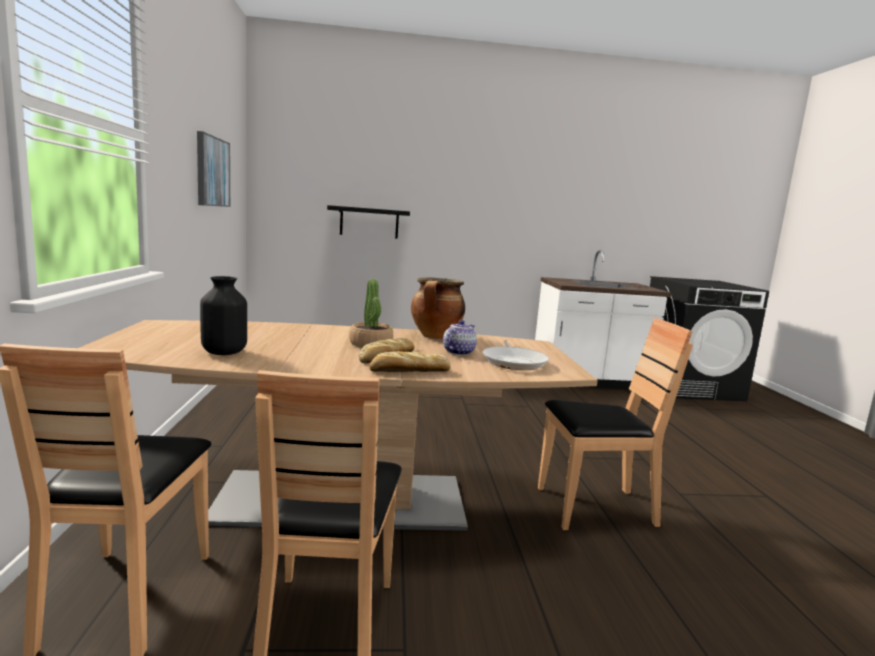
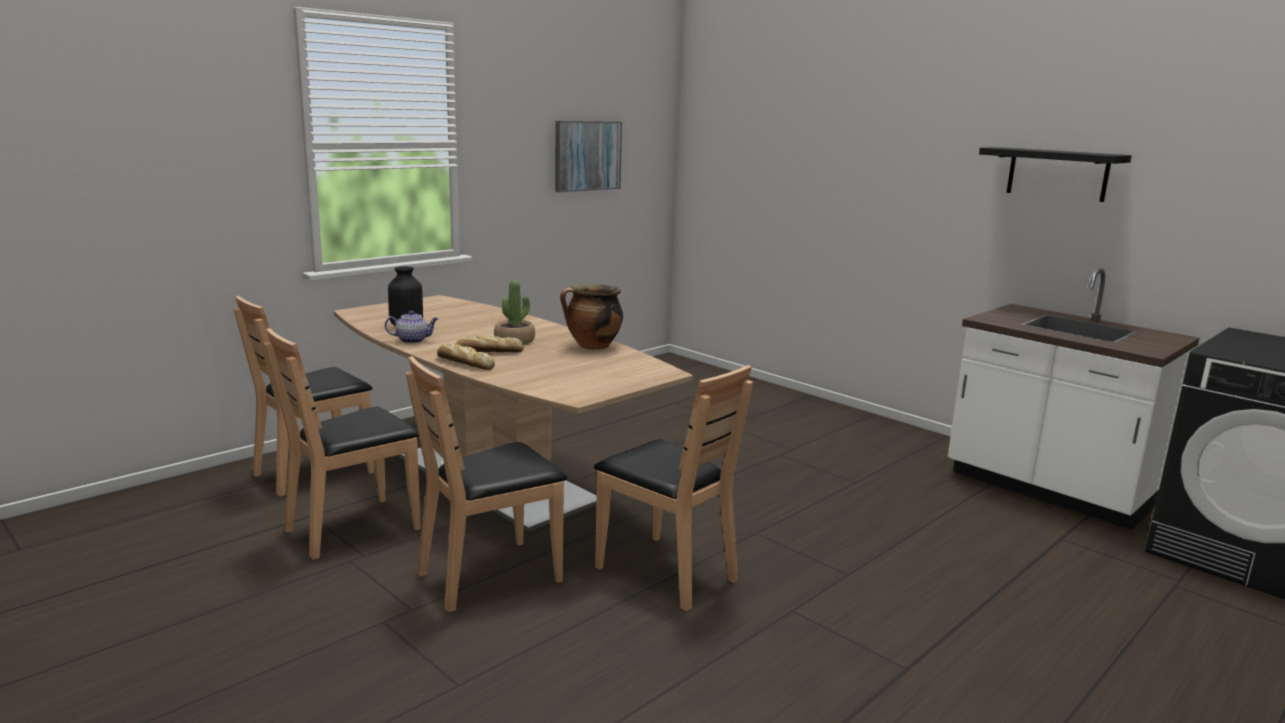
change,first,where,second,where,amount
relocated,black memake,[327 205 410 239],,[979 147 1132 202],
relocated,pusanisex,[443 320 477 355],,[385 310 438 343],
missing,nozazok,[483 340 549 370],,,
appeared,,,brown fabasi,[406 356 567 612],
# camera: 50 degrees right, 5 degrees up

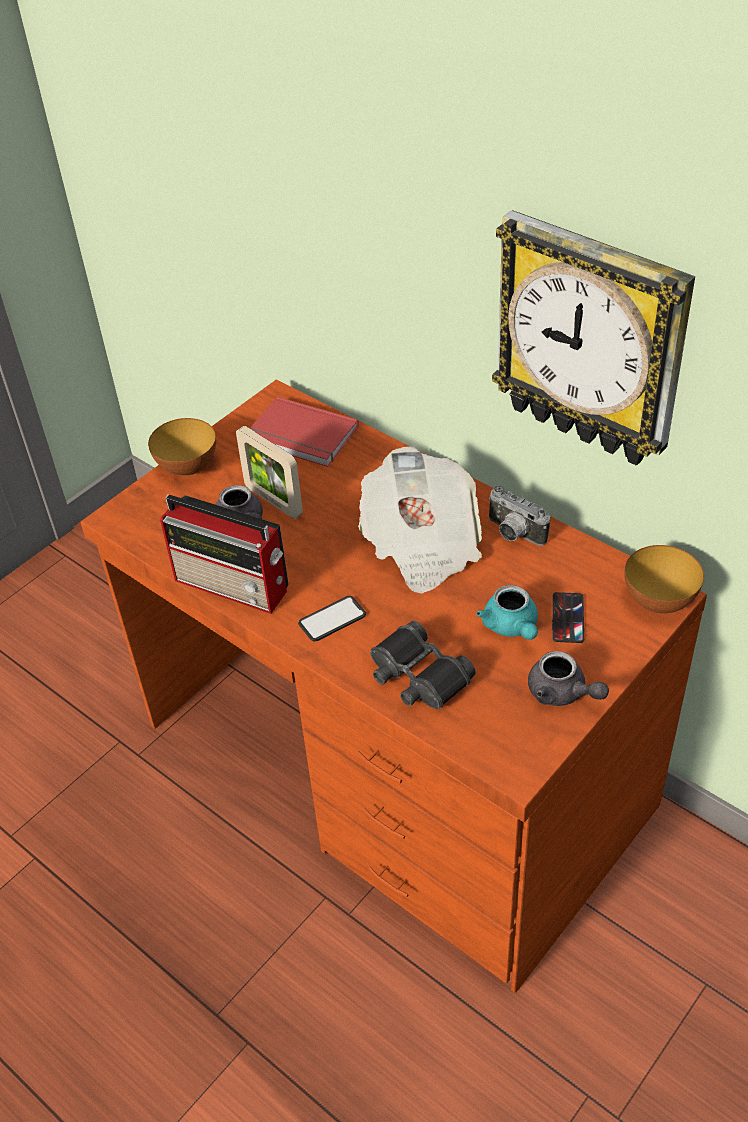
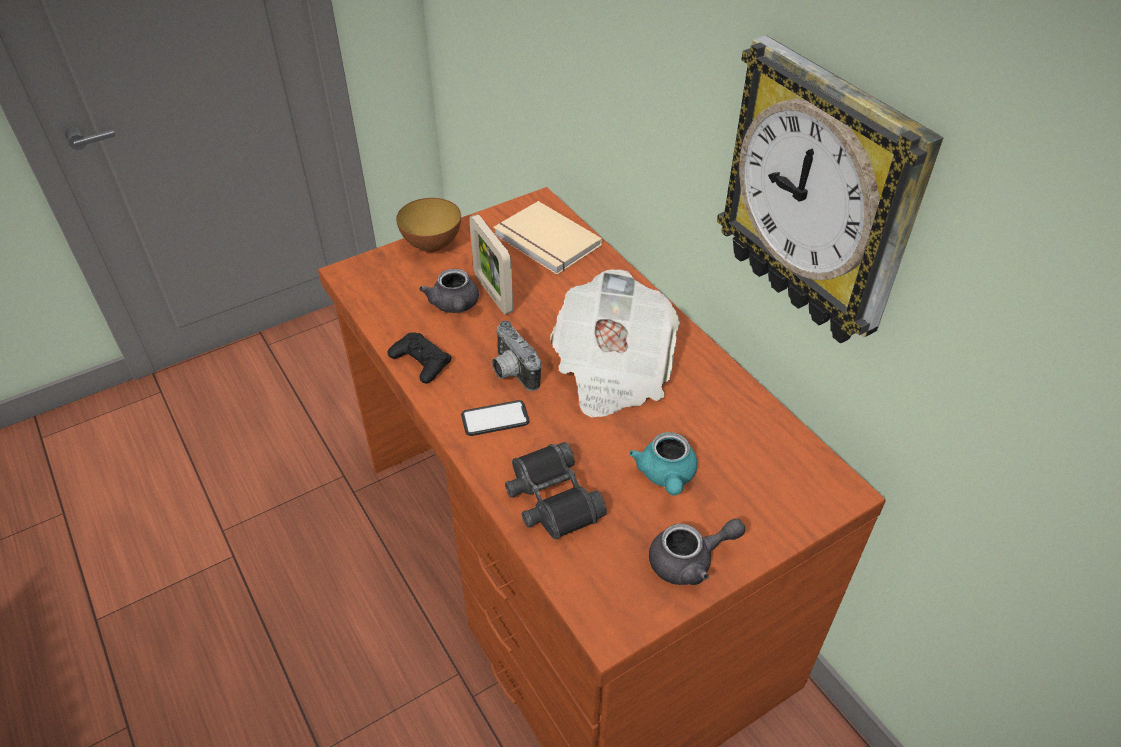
change,first,where,second,where,amount
colour,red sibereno,[250 397 359 467],beige sibereno,[493 201 602 275],
relocated,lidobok,[488 485 550 546],,[492 321 541 391],
exchanged,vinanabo,[160 495 288 614],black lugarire,[388 332 451 383],
missing,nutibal,[624 545 704 613],,,
missing,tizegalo,[552 592 584 643],,,
spun,grey pusanisex,[528 651 609 706],,[649 518 745 585],75 degrees counterclockwise
# camera: 15 degrees right, 0 degrees up

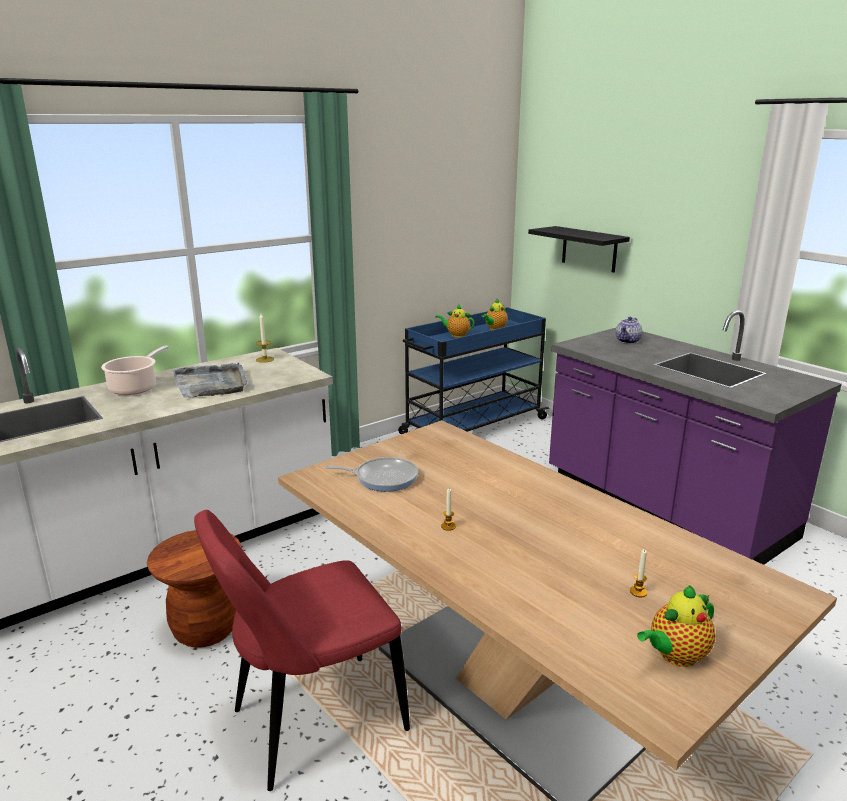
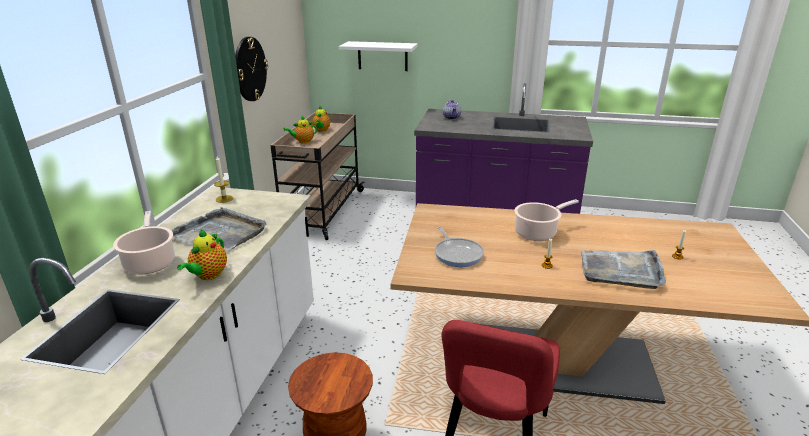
change,first,where,second,where,amount
colour,black memake,[528 226 630 272],white memake,[339 41 418 71],
colour,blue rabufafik,[398 307 549 434],beige rabufafik,[270 112 365 240],
spun,nozazok,[325 457 418 492],,[435 227 484 267],105 degrees clockwise
relocated,pusanisex,[637 585 715 667],,[177 229 227 280],
appeared,,,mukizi,[235 37 268 101],
appeared,,,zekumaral,[515 199 579 241],
appeared,,,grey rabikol,[581 250 666 289],
# camera: 40 degrees left, 5 degrees up

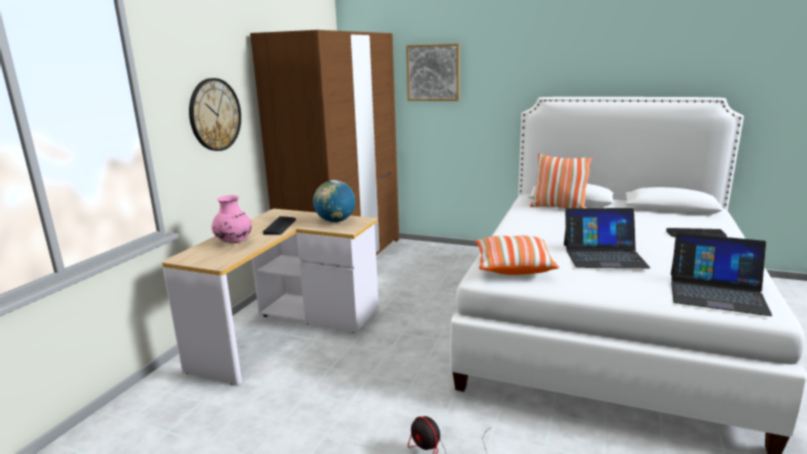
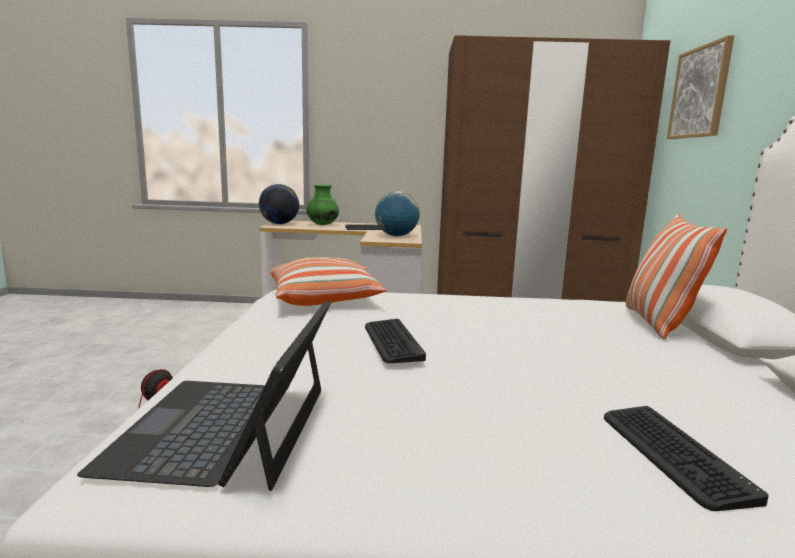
change,first,where,second,where,amount
missing,mukizi,[189 78 241 151],,,
colour,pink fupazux,[212 195 252 243],green fupazux,[306 185 339 225],
exchanged,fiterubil,[564 208 650 268],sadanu,[365 319 426 363],
appeared,,,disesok,[259 184 299 224],
# camera: 70 degrees right, 5 degrees down

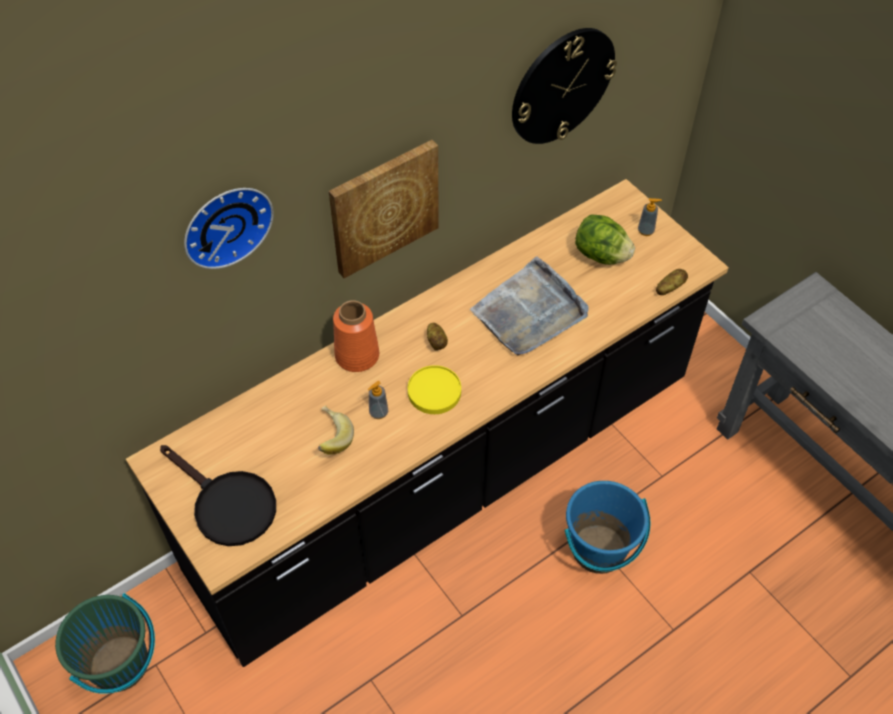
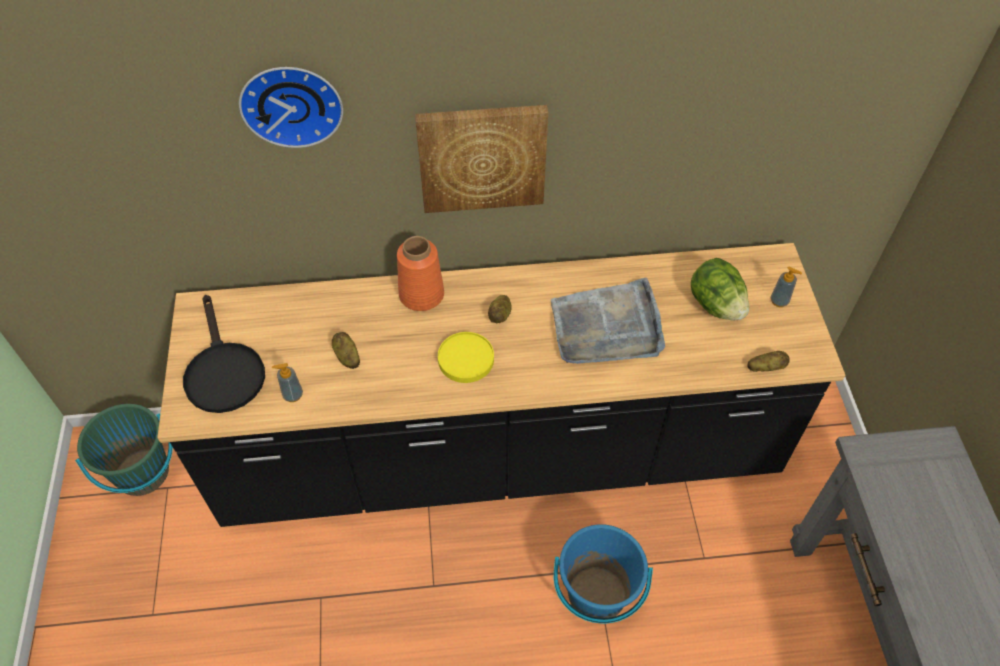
change,first,where,second,where,amount
missing,mukizi,[512 28 617 144],,,
relocated,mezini,[368 381 388 419],,[272 363 303 402],
exchanged,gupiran,[318 405 354 455],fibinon,[332 332 360 369],
# camera: 30 degrees right, 0 degrees up

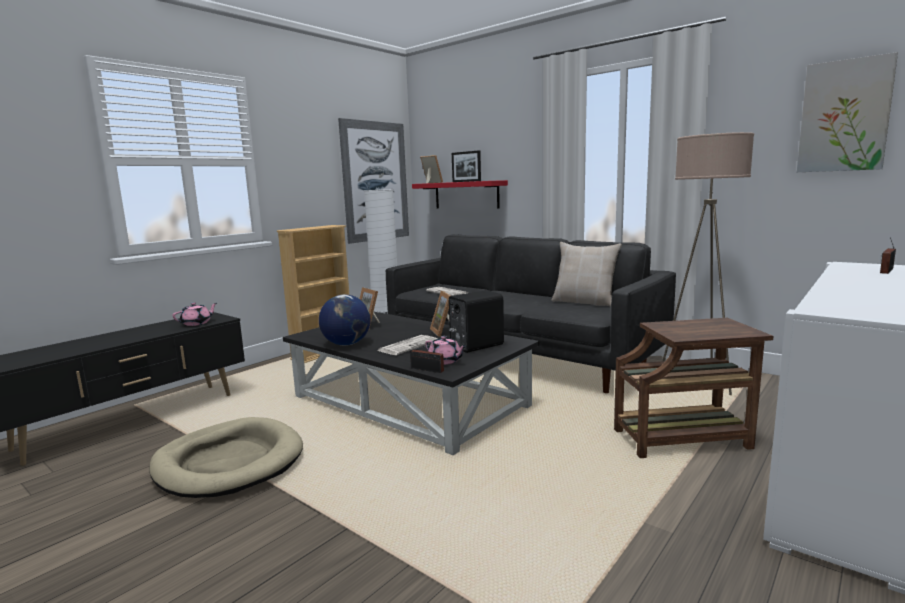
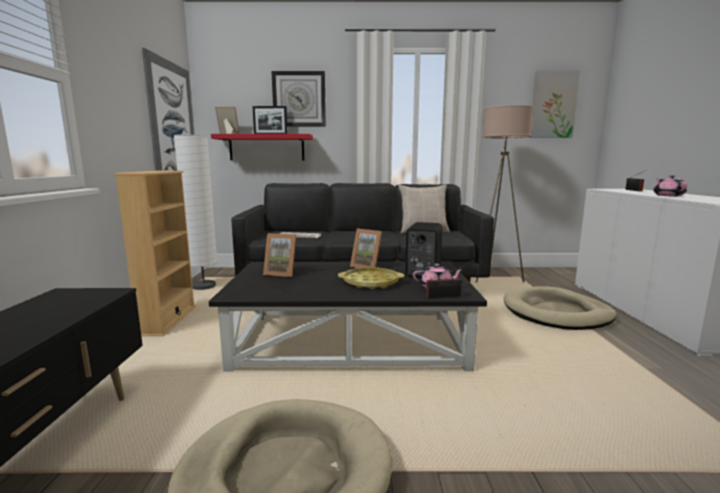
change,first,where,second,where,amount
missing,disesok,[319 294 371 345],,,
relocated,pink pusanisex,[173 302 217 326],,[653 175 687 196],
exchanged,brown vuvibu,[614 318 773 458],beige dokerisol,[504 286 617 330],
exchanged,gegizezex,[377 335 437 355],yellow rabikol,[338 267 404 289],
appeared,,,mukizi,[271 71 326 127],
# camera: 40 degrees left, 0 degrees up

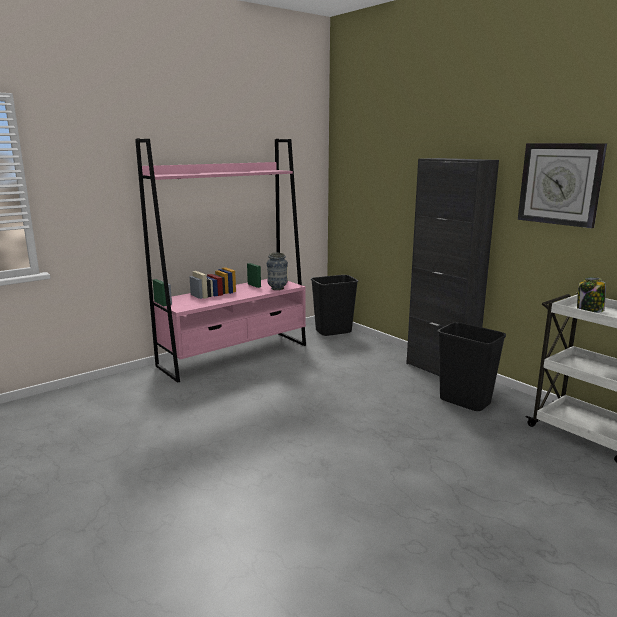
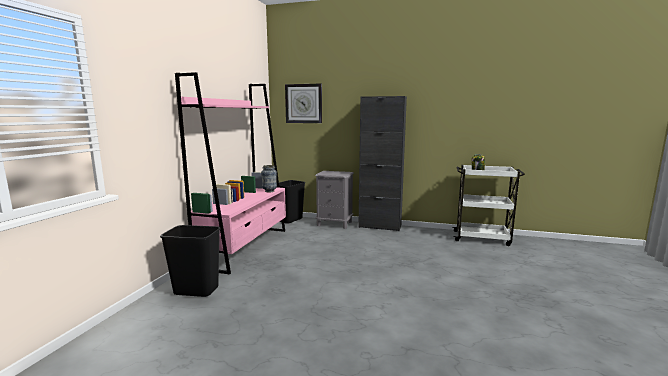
change,first,where,second,where,amount
relocated,mukizi,[518 143 607 228],,[285 84 322 123],
relocated,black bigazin,[438 322 506 411],,[160 225 221 297],
appeared,,,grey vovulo,[315 171 354 229],
# camera: 35 degrees left, 5 degrees down

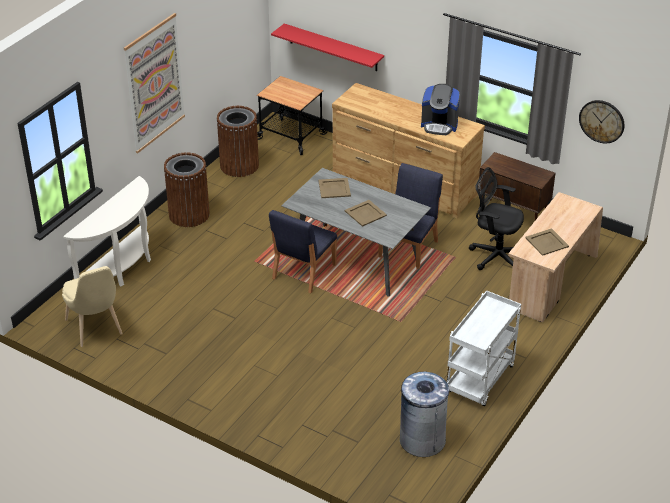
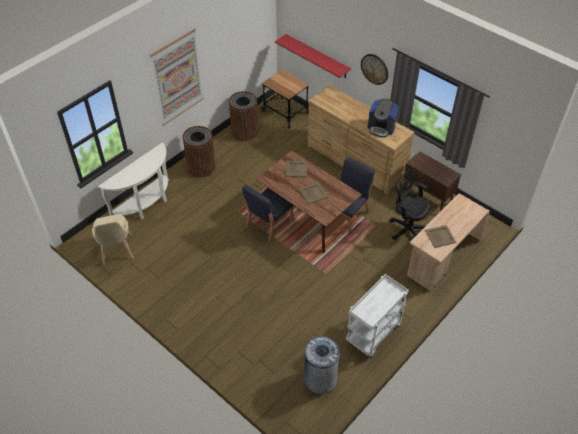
change,first,where,second,where,amount
relocated,mukizi,[579 100 625 143],,[361 54 388 85],
colour,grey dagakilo,[281 168 431 297],brown dagakilo,[256 151 362 253],
# camera: 10 degrees right, 10 degrees up

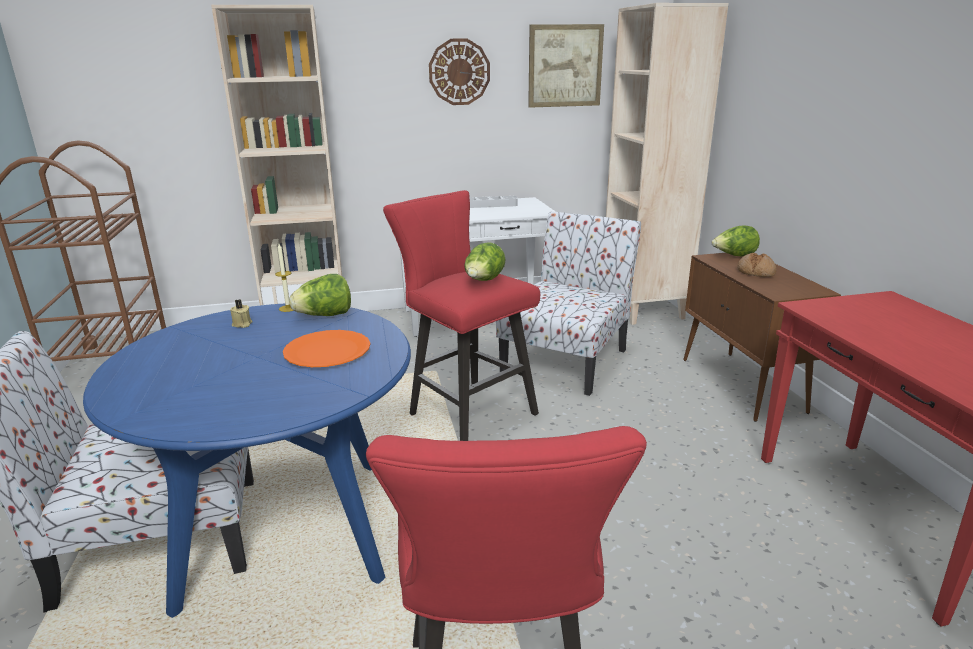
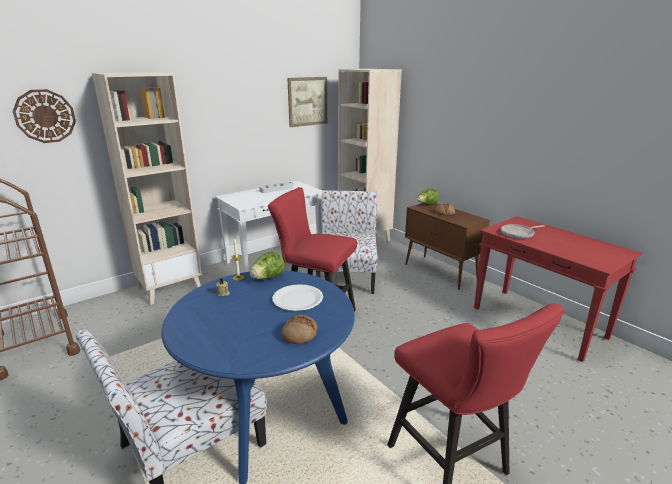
change,first,where,second,where,amount
relocated,mukizi,[429 39 490 105],,[13 89 76 143],
missing,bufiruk,[464 242 506 281],,,
colour,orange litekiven,[283 330 370 367],white litekiven,[272 284 323 311],
appeared,,,nozazok,[501 224 545 239],
appeared,,,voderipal,[281 315 318 344],
# camera: 25 degrees left, 0 degrees up

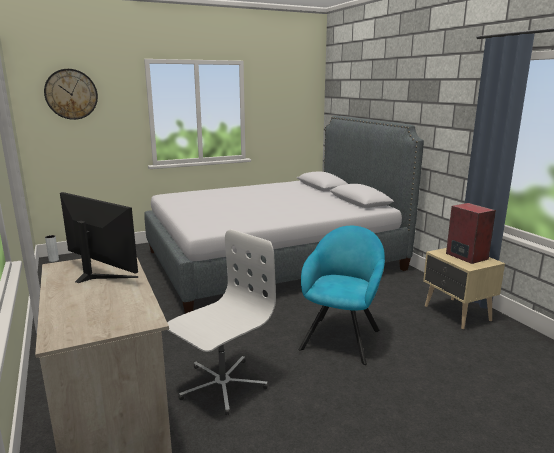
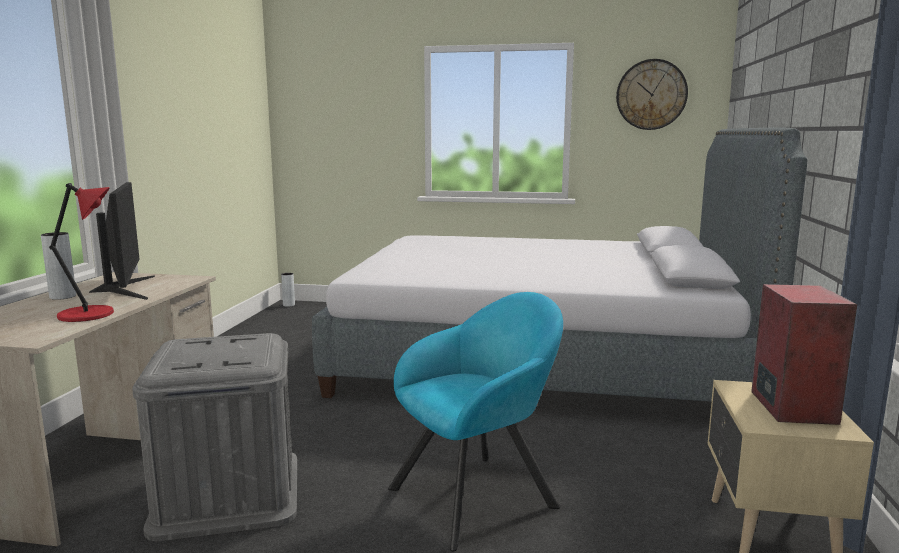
change,first,where,second,where,amount
relocated,mukizi,[44 69 98 120],,[616 59 688 130],
exchanged,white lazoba,[167 229 276 415],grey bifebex,[132 333 297 541],
appeared,,,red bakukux,[49 183 114 322],
appeared,,,grey fupazux,[41 232 76 300],
# camera: 35 degrees right, 5 degrees down

